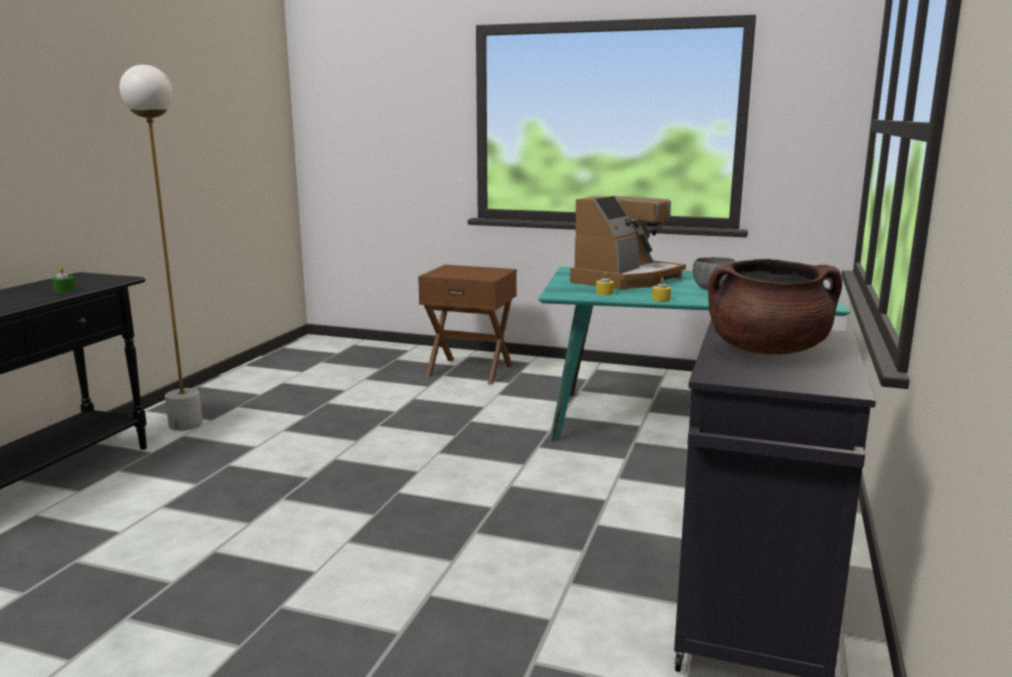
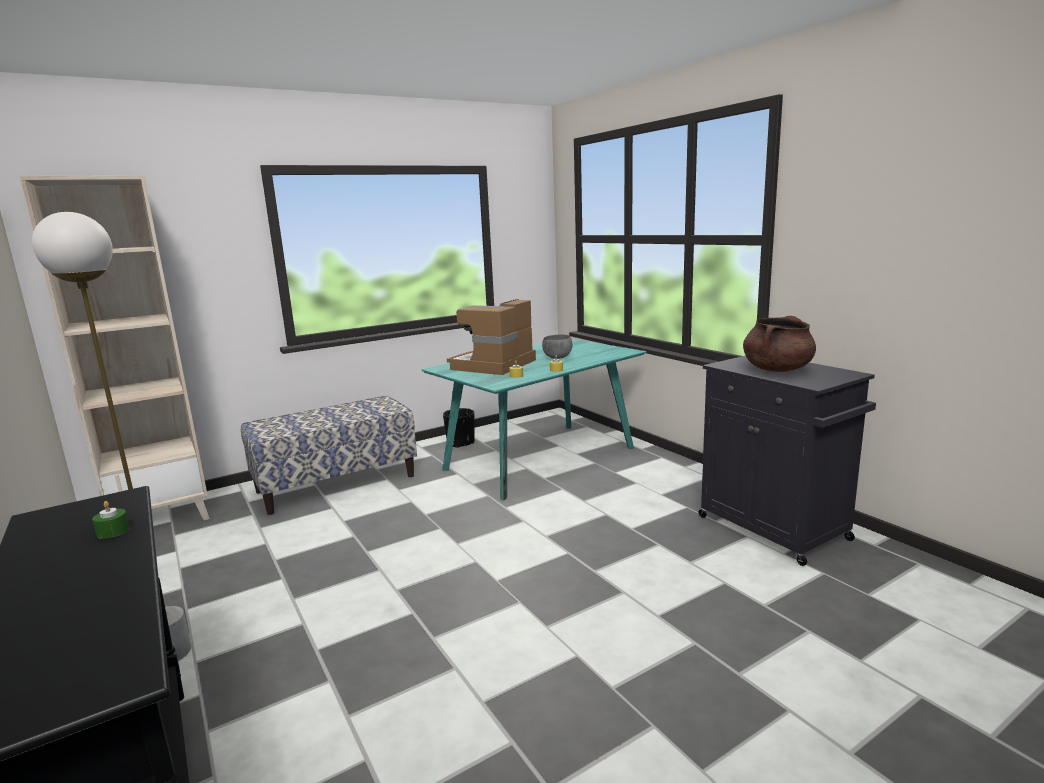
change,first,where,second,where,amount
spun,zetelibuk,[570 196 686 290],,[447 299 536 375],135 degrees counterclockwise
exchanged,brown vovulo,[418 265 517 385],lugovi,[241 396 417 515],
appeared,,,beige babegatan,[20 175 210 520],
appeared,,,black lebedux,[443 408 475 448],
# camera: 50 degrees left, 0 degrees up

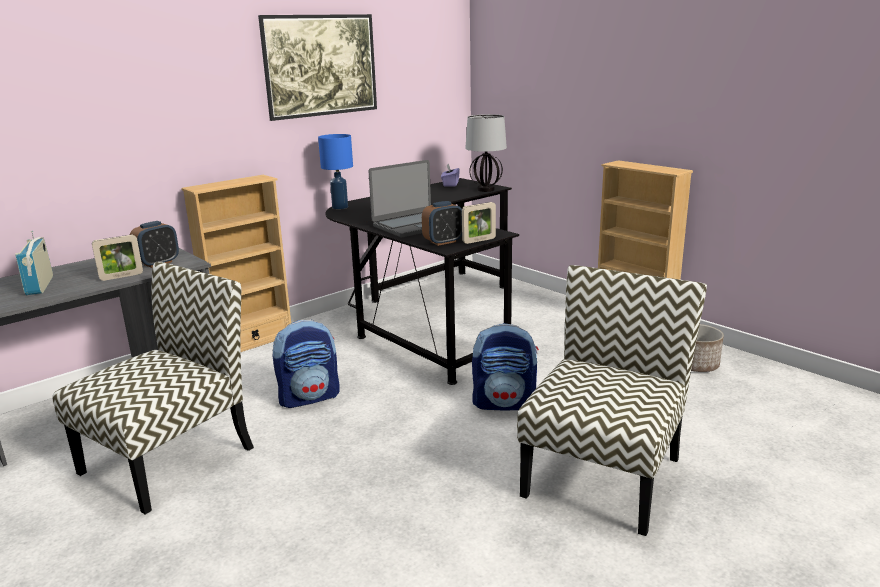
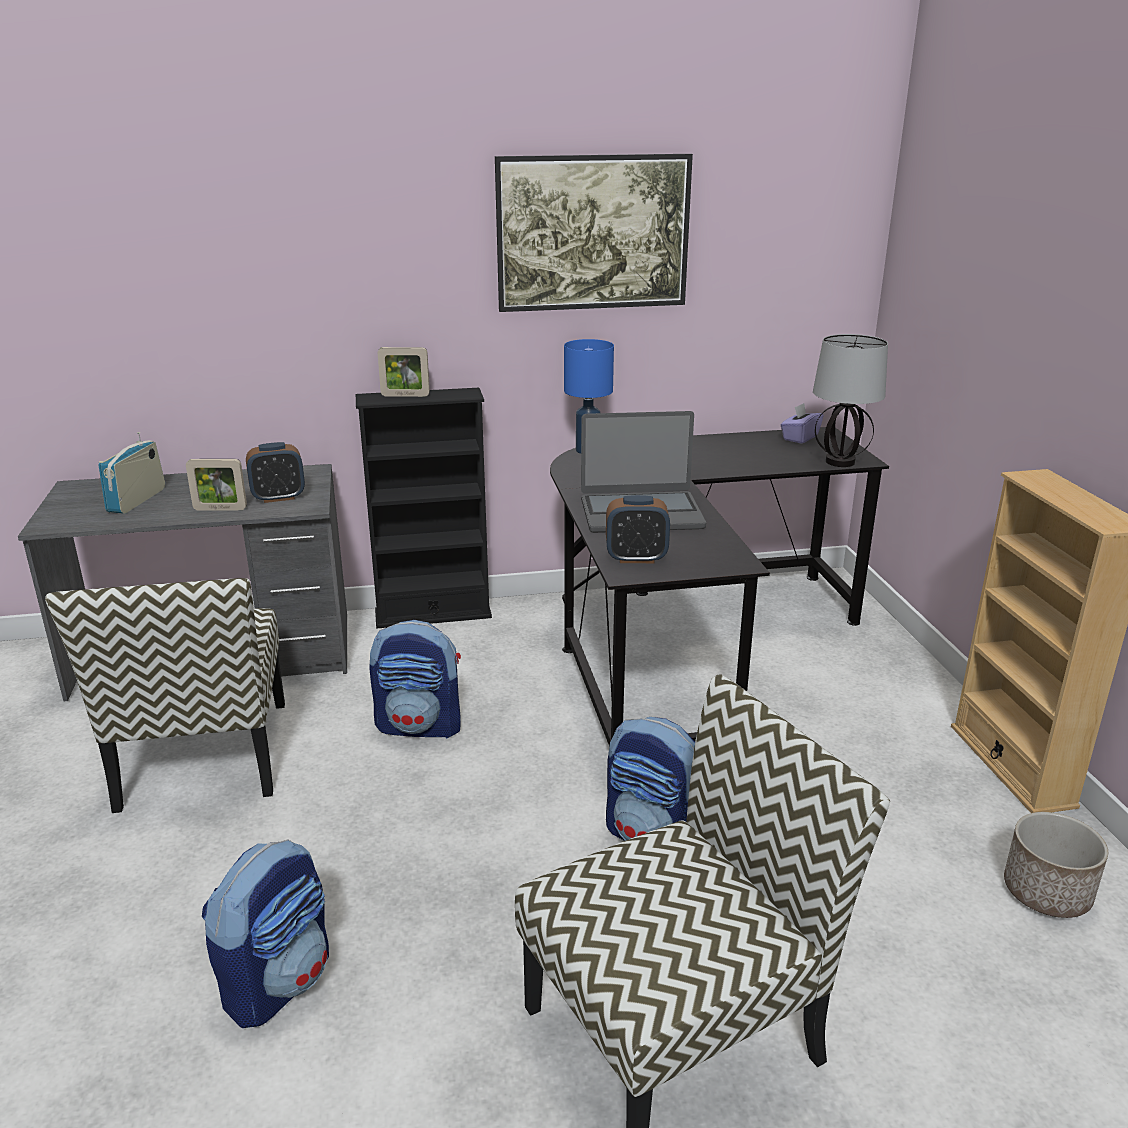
change,first,where,second,where,amount
colour,beige babegatan,[181 175 291 352],black babegatan,[356 388 492 628],
relocated,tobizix,[462 202 496 244],,[378 347 430 397],
spun,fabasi,[52 262 254 515],,[45 578 285 813],105 degrees clockwise
appeared,,,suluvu,[202 840 329 1028],
# camera: 30 degrees right, 5 degrees up

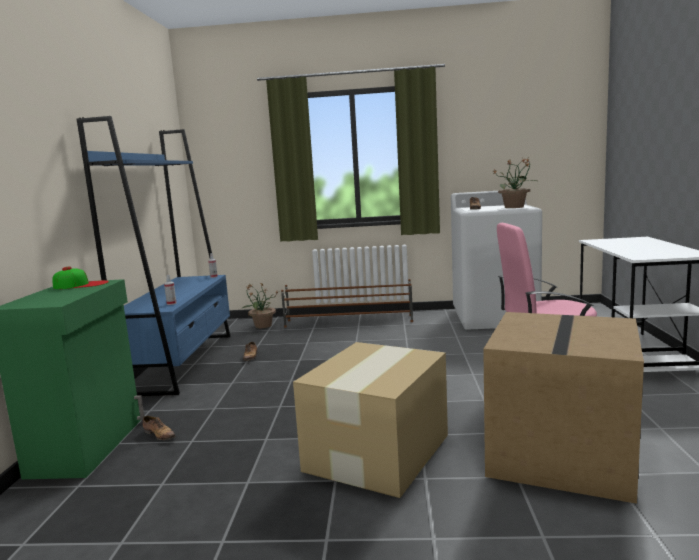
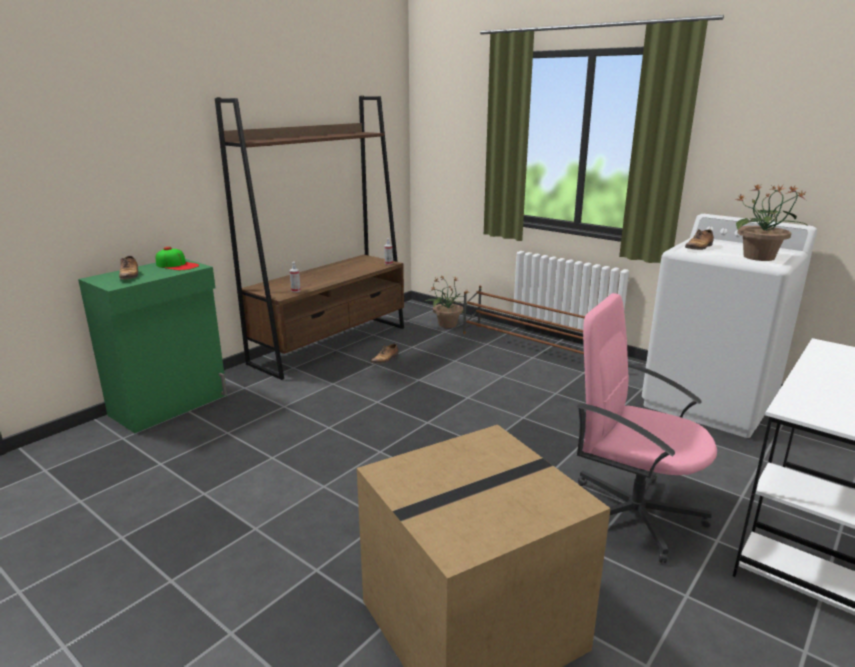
change,first,where,second,where,amount
colour,blue babegatan,[77 116 231 396],brown babegatan,[215 96 404 380],
missing,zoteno,[293 342 448 498],,,
relocated,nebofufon,[143 416 175 440],,[119 256 139 279],
# camera: 35 degrees right, 10 degrees up

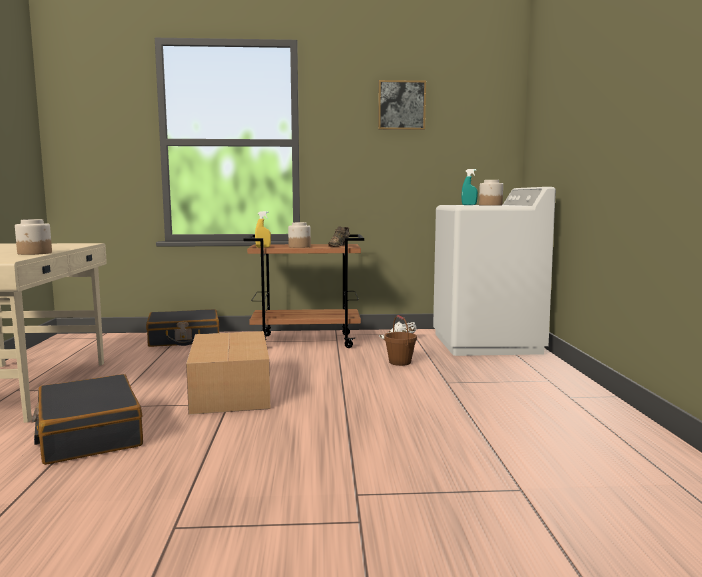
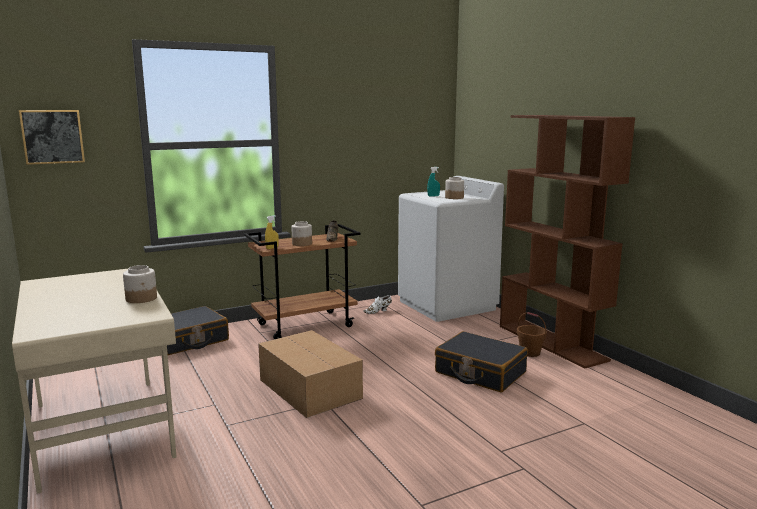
change,first,where,second,where,amount
relocated,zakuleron,[378 80 426 130],,[19 110 85 165],
relocated,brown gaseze,[384 315 417 366],,[517 312 547 357],
relocated,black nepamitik,[32 374 143 465],,[435 331 528 392],
appeared,,,brown babegatan,[500 115 635 369],
# camera: 25 degrees left, 5 degrees up

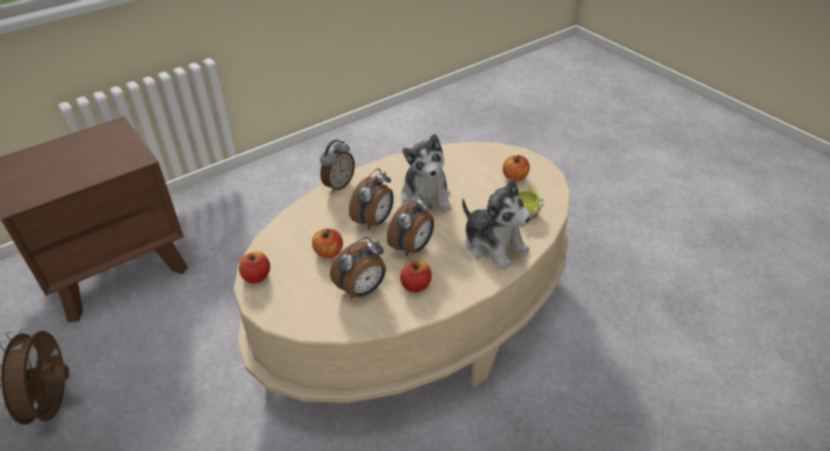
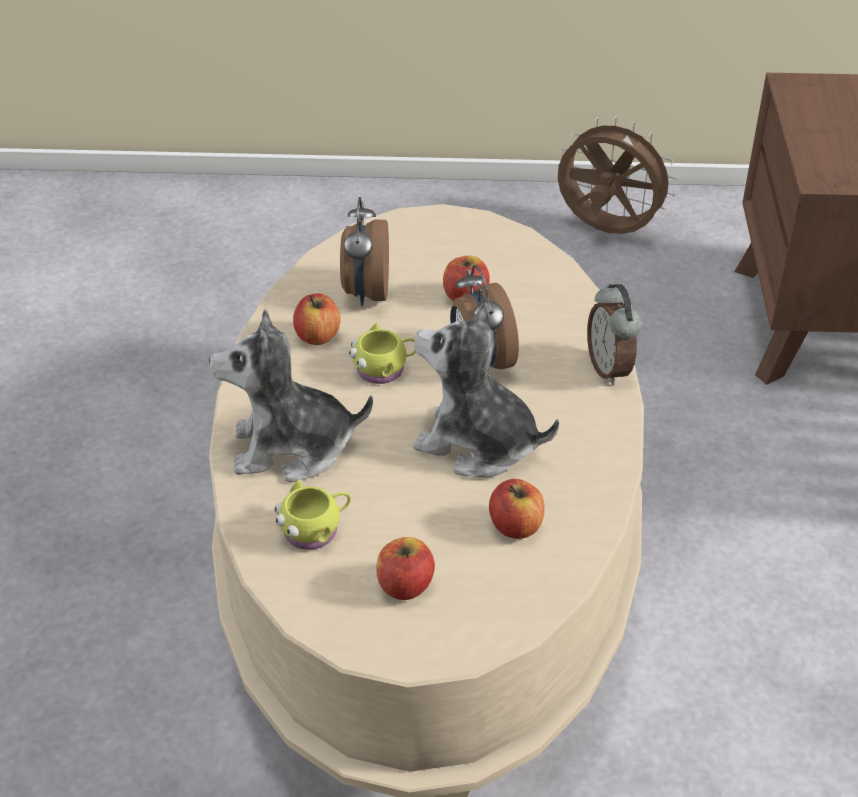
change,first,where,second,where,amount
exchanged,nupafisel,[387 194 434 257],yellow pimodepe,[349 323 416 384],
relocated,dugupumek,[239 251 270 284],,[489 479 545 539],
# camera: 130 degrees right, 0 degrees up

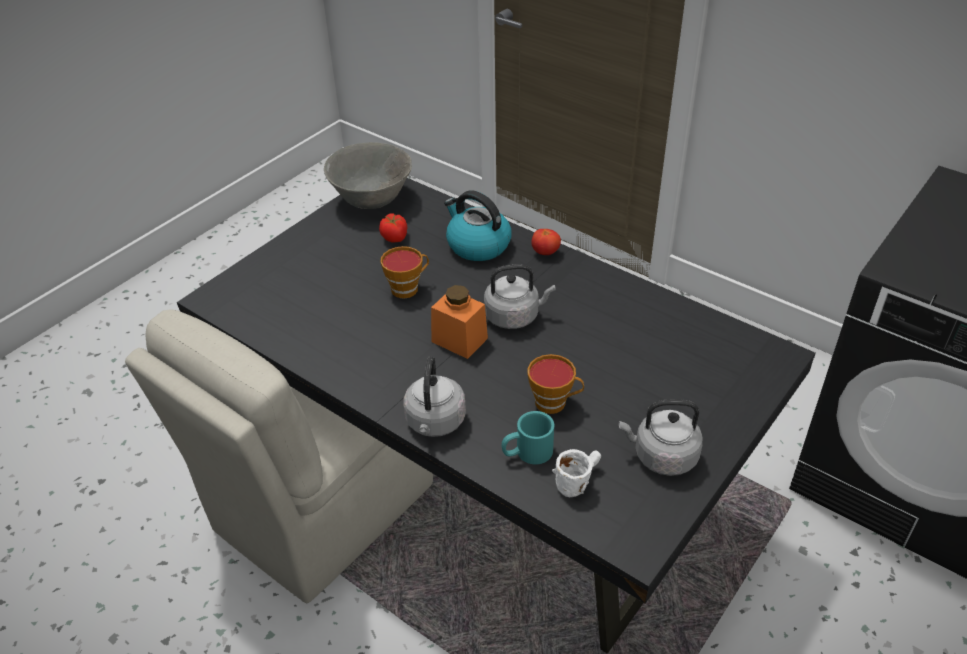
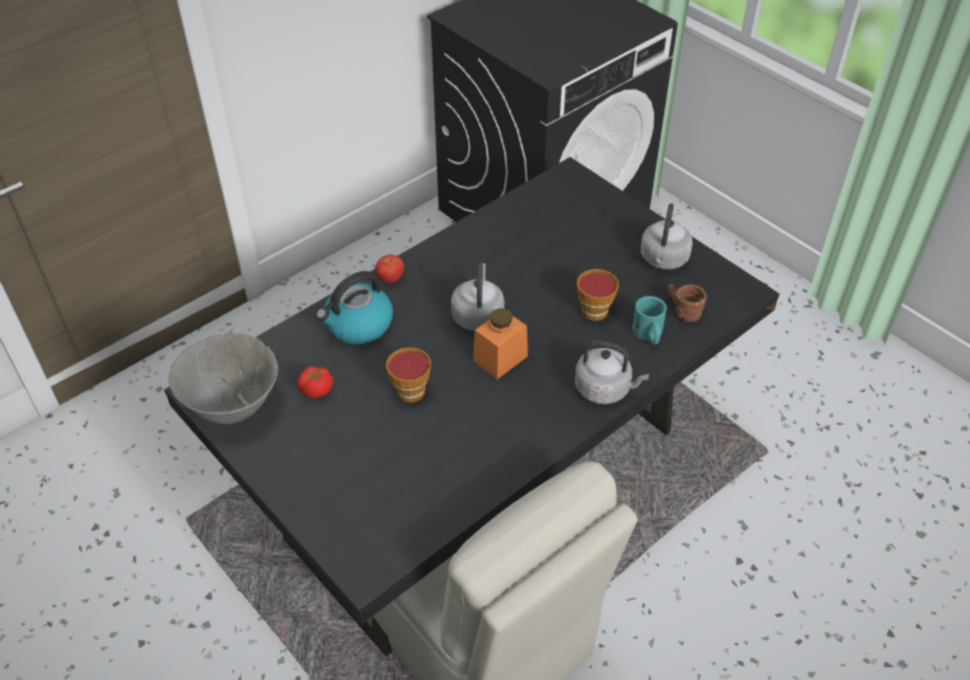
change,first,where,second,where,amount
colour,white pimodepe,[552 449 601 497],brown pimodepe,[667 284 707 322],
# camera: 80 degrees left, 5 degrees up

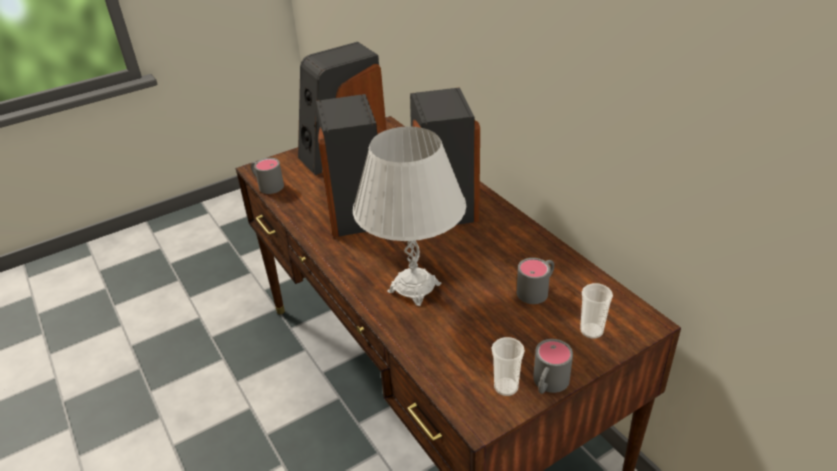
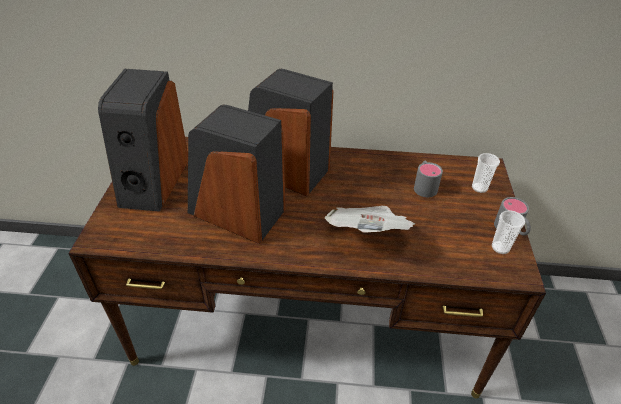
change,first,where,second,where,amount
exchanged,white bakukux,[353 126 466 306],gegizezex,[325 205 415 232],
missing,grey pimodepe,[251 158 284 194],,,
# camera: 55 degrees left, 5 degrees up

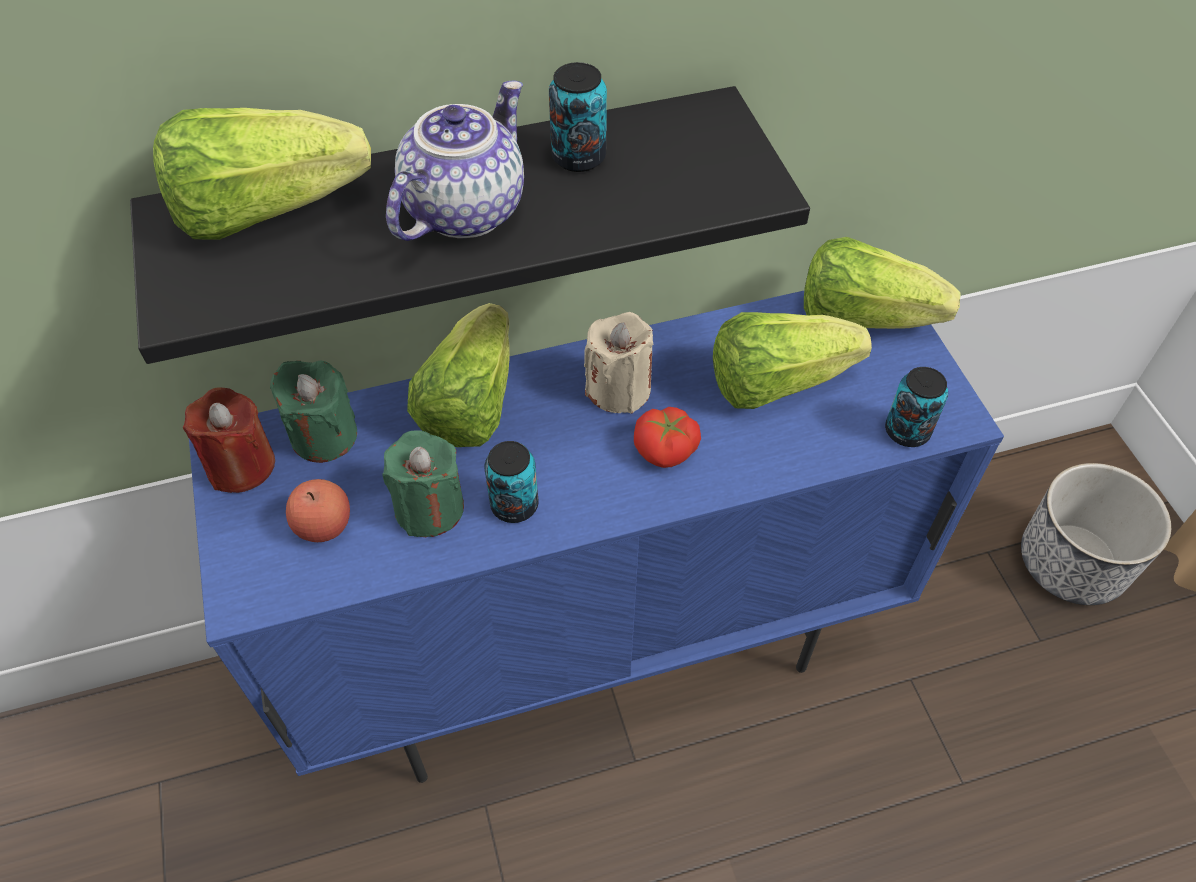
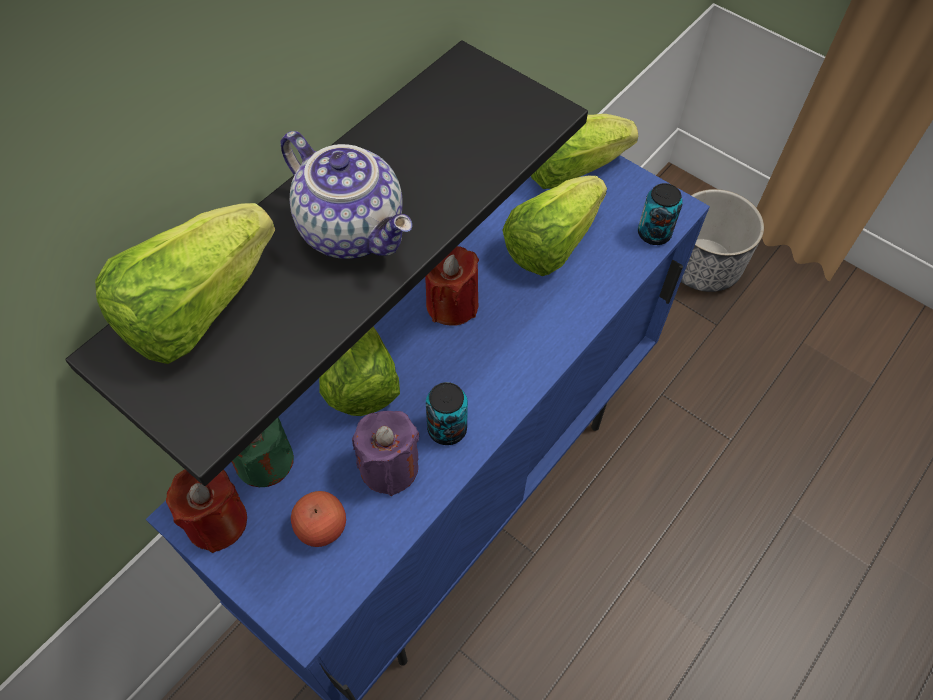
change,first,where,second,where,amount
missing,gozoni,[549 62 607 172],,,
spun,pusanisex,[386 80 524 241],,[281 131 412 259],135 degrees clockwise
colour,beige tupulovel,[584 312 653 413],red tupulovel,[425 246 479 326],
missing,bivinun,[634 407 701 468],,,
colour,green tupulovel,[382 430 464 537],purple tupulovel,[352 411 419 496],
# camera: 35 degrees left, 5 degrees up

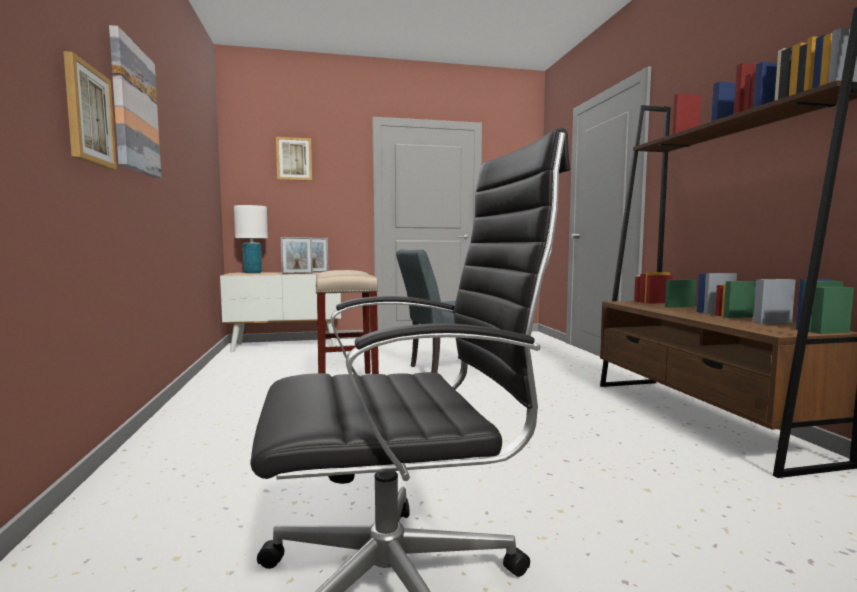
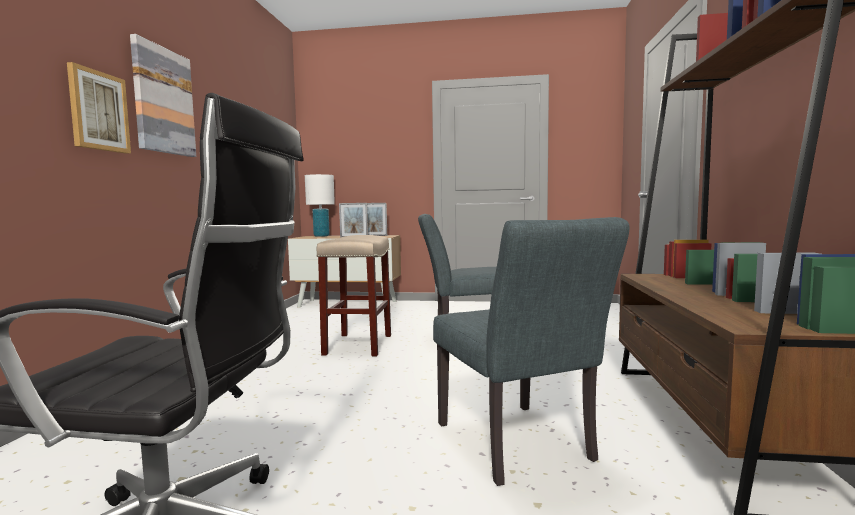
change,first,where,second,where,amount
missing,zakuleron,[276 137 312 181],,,
appeared,,,grey fabasi,[433 217 630 486],
# camera: 20 degrees right, 0 degrees up

